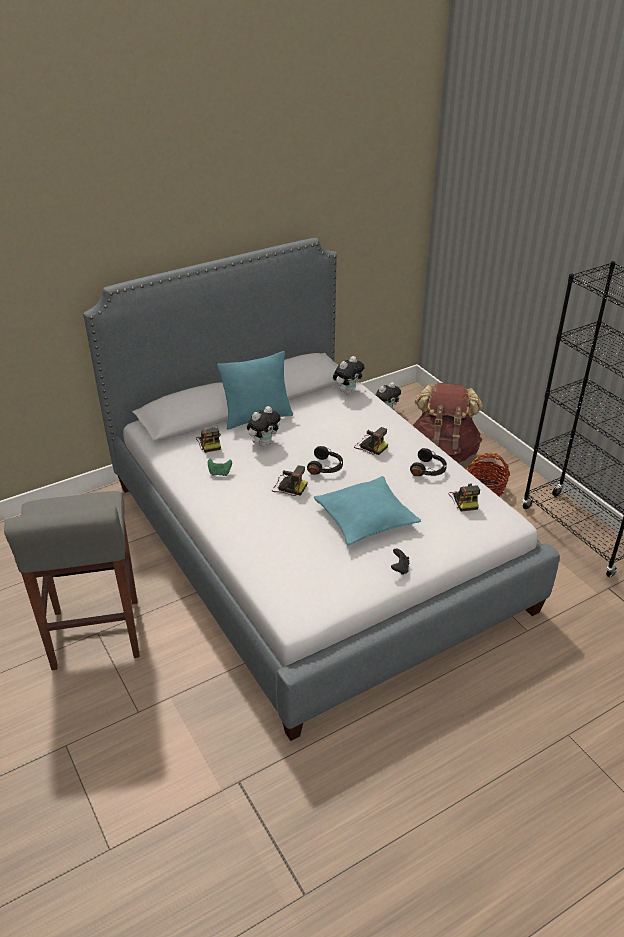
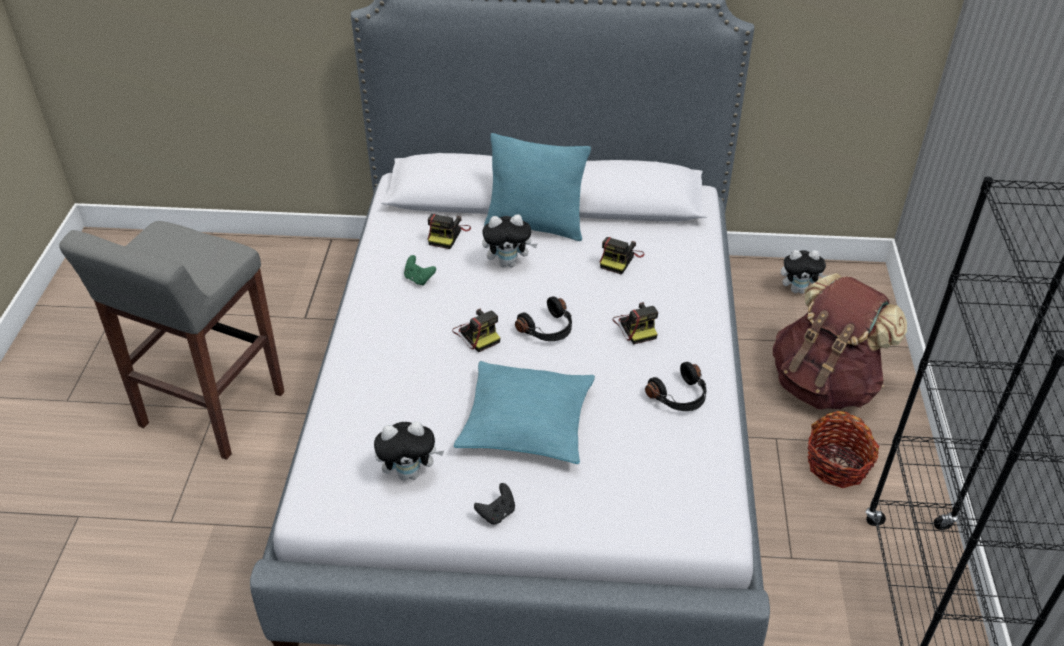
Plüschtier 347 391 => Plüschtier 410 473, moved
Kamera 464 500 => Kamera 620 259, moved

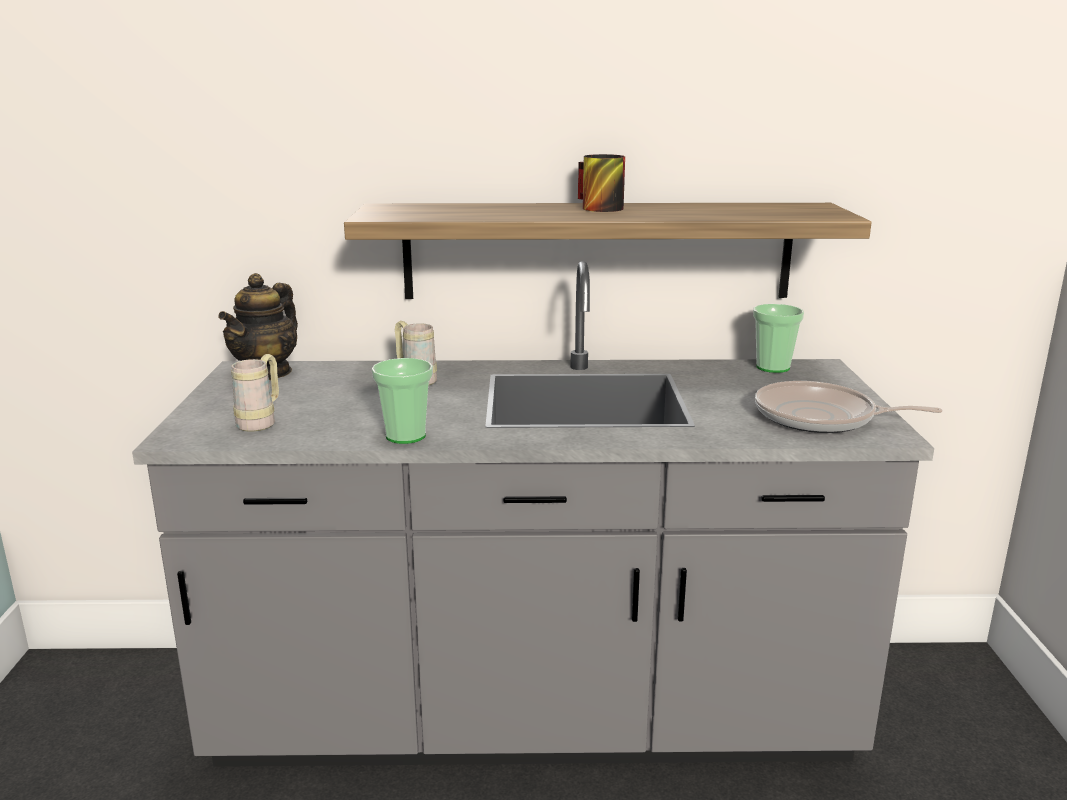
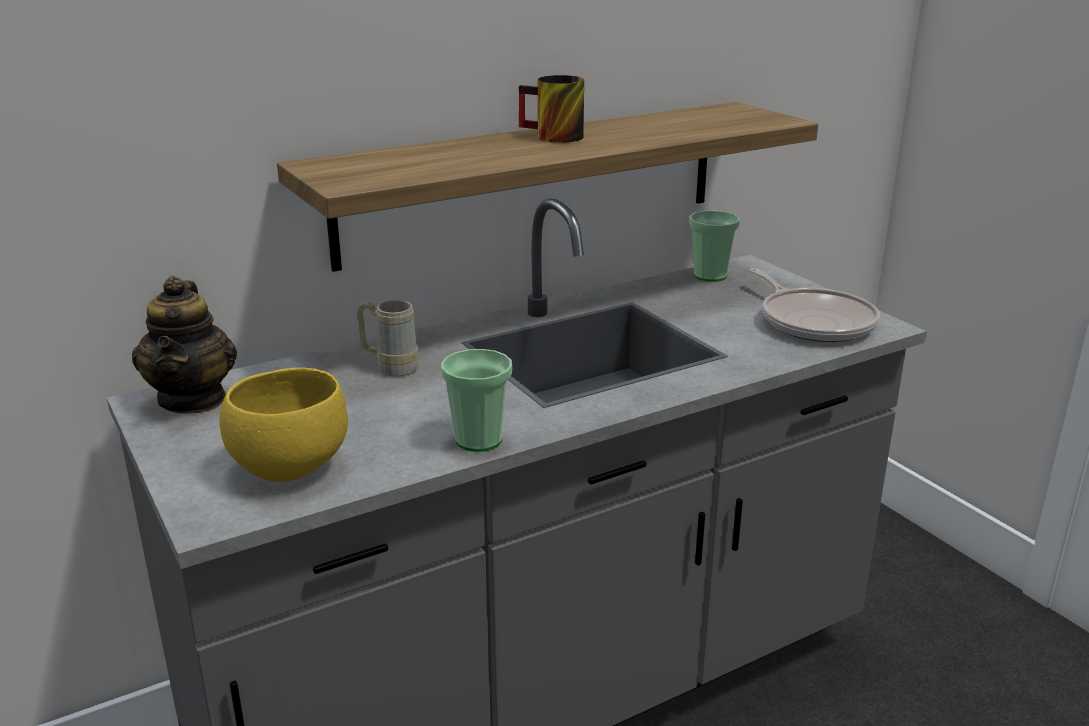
Henkelbecher/beige 261 422 => Schüssel/gelb 288 467
Pfanne 821 418 => Pfanne 814 321, 105 degrees counterclockwise

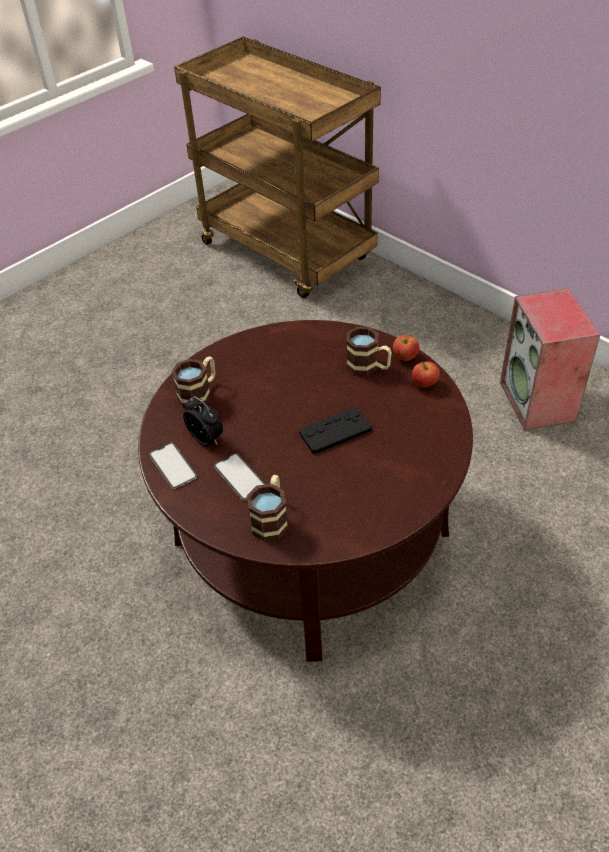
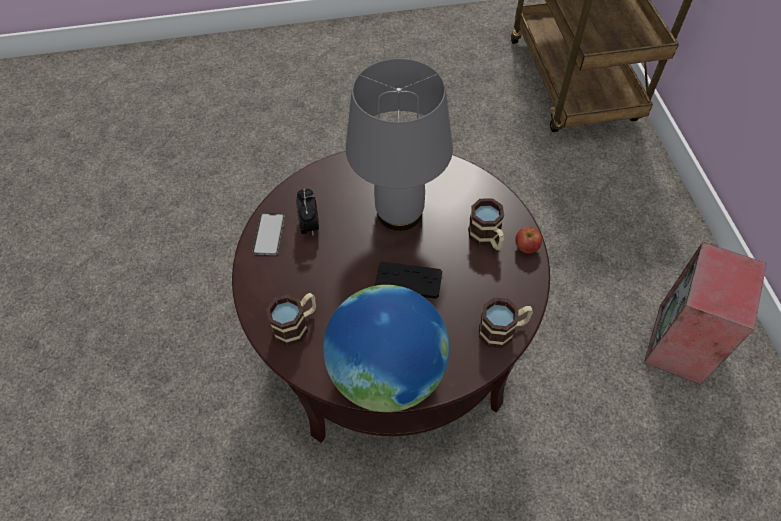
Henkelbecher 199 393 => Henkelbecher 503 330, moved
Handy 240 476 => nothing
Apfel 424 384 => nothing
nothing => Globus 387 374
nothing => Tischlampe/grau 398 212

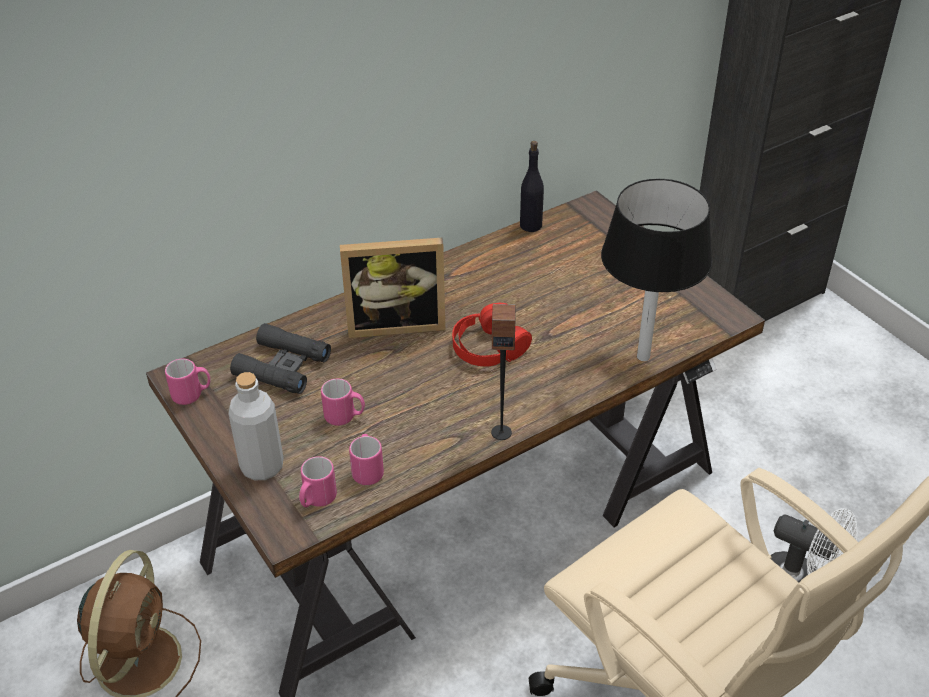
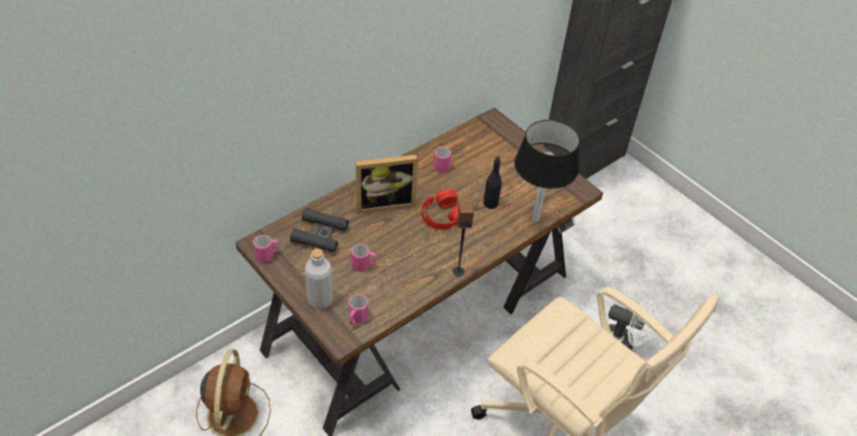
Henkelbecher/rosa 367 470 => Henkelbecher/rosa 440 165, moved
Flasche/schwarz 531 225 => Flasche/schwarz 490 203, moved

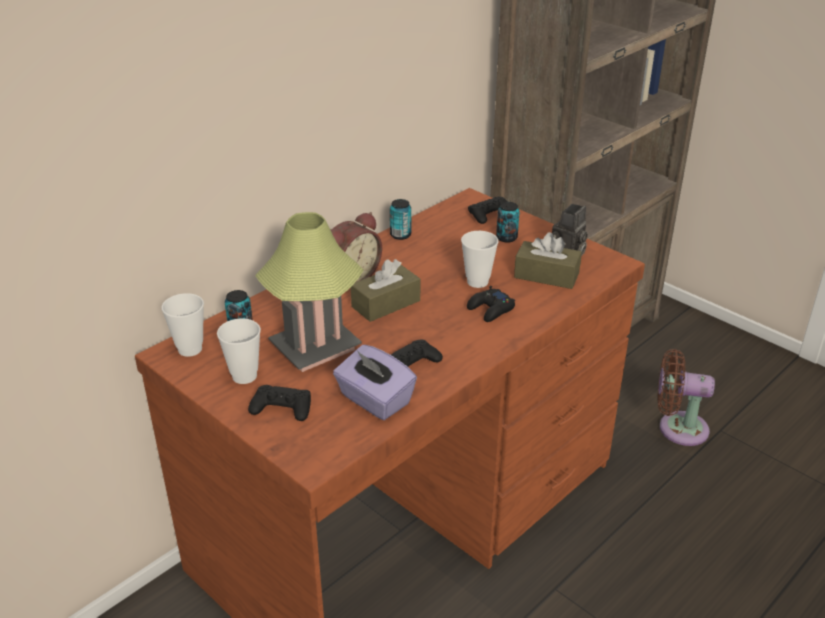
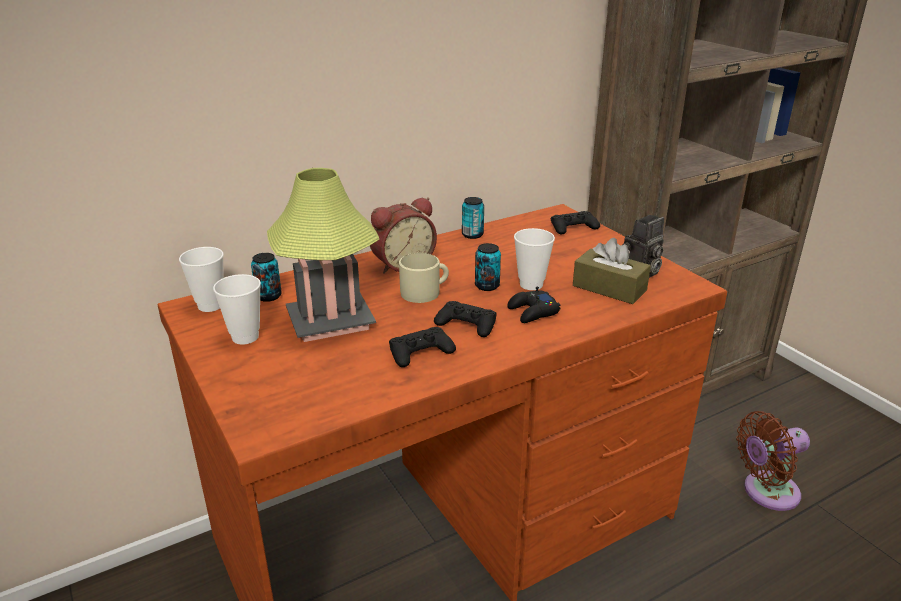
Gamepad/schwarz 282 408 => Gamepad/schwarz 467 324, moved
Taschentuchbox/lila 374 400 => nothing
Taschentuchbox/braun 386 304 => Henkelbecher/beige 425 292
Dose 506 238 => Dose 487 286, moved
Ventilator/braun 677 428 => Ventilator/braun 766 492, 45 degrees counterclockwise

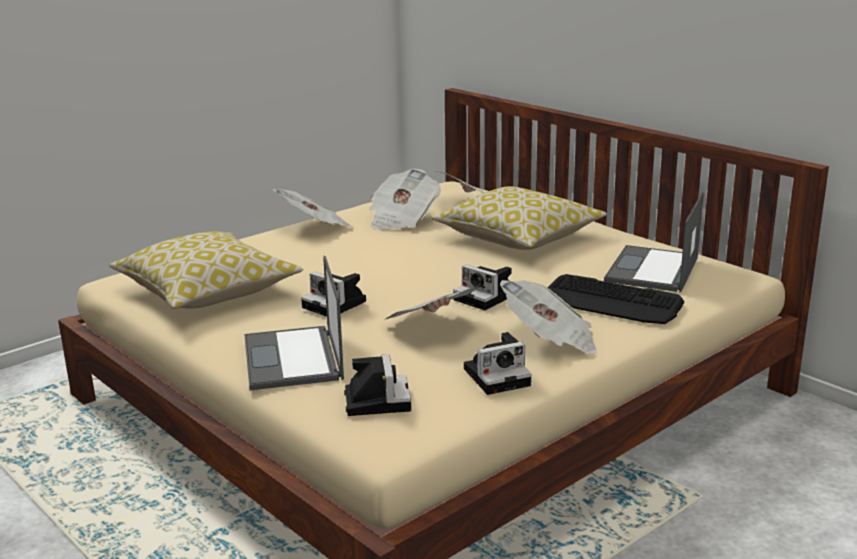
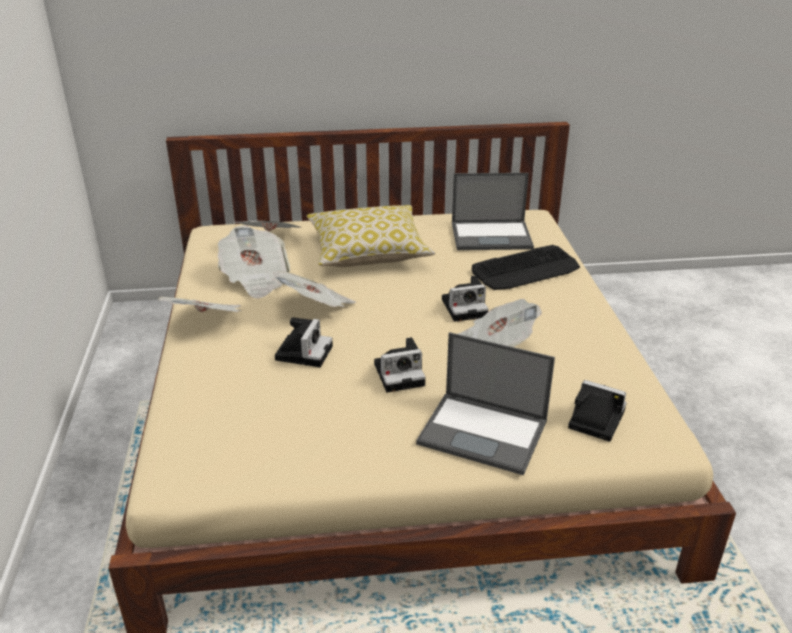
Kissen 207 292 => nothing
Kamera 498 376 => Kamera 304 351, moved
Zeitung 550 341 => Zeitung 316 308, moved
Laptop 652 270 => Laptop 492 236, 60 degrees counterclockwise

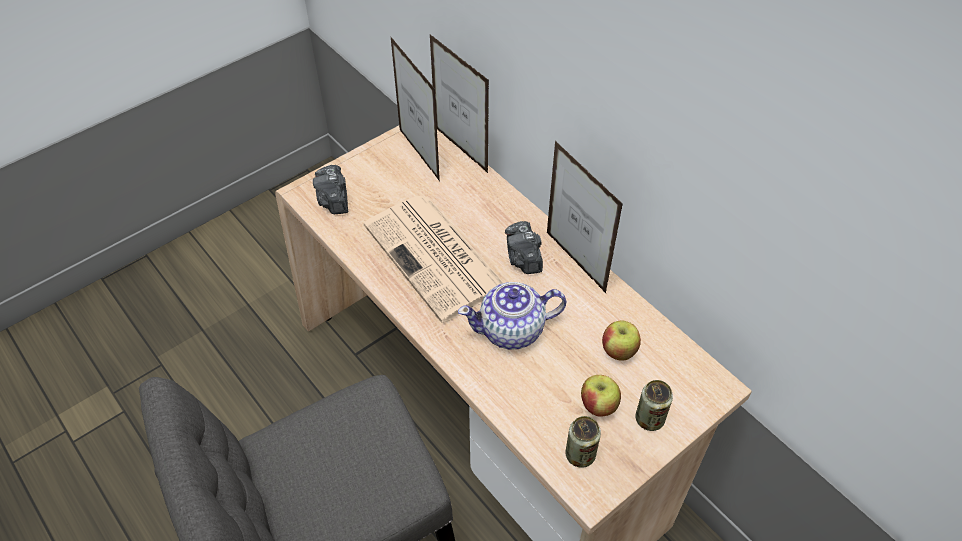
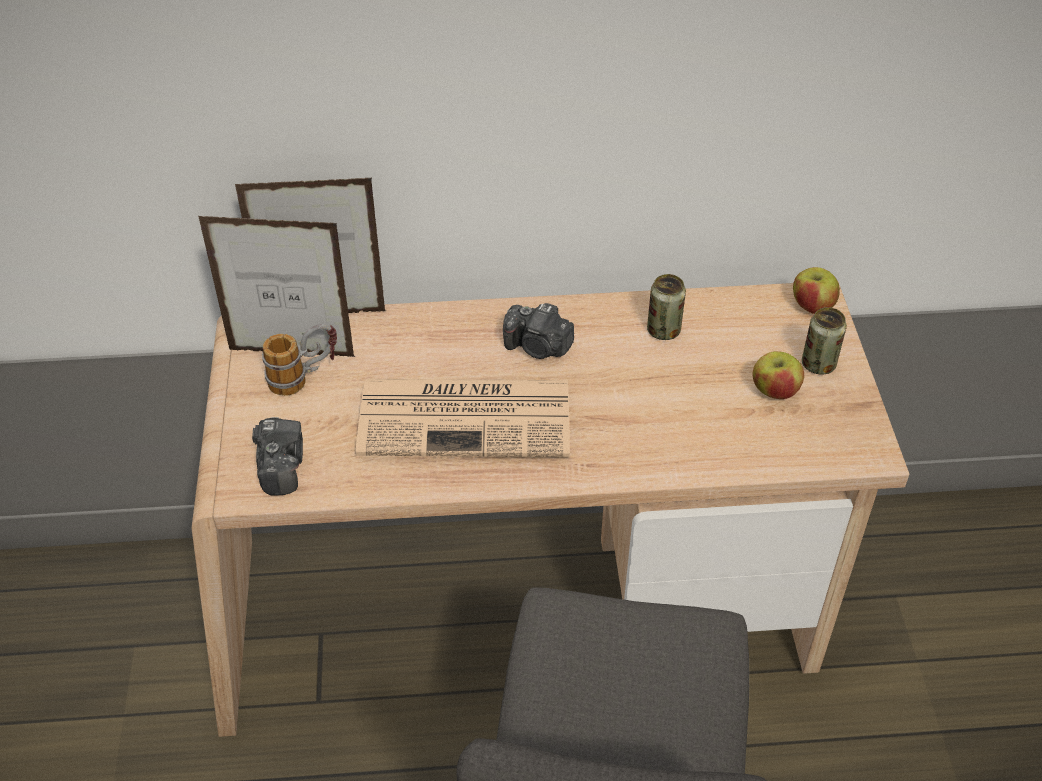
Kamera 334 200 => Kamera 281 466, 120 degrees counterclockwise
Teekanne 512 330 => nothing
Bilderrahmen 575 262 => nothing
Dose 580 455 => Dose 663 330, moved
Apfel 618 350 => Apfel 812 307, moved
nothing => Henkelbecher 304 378

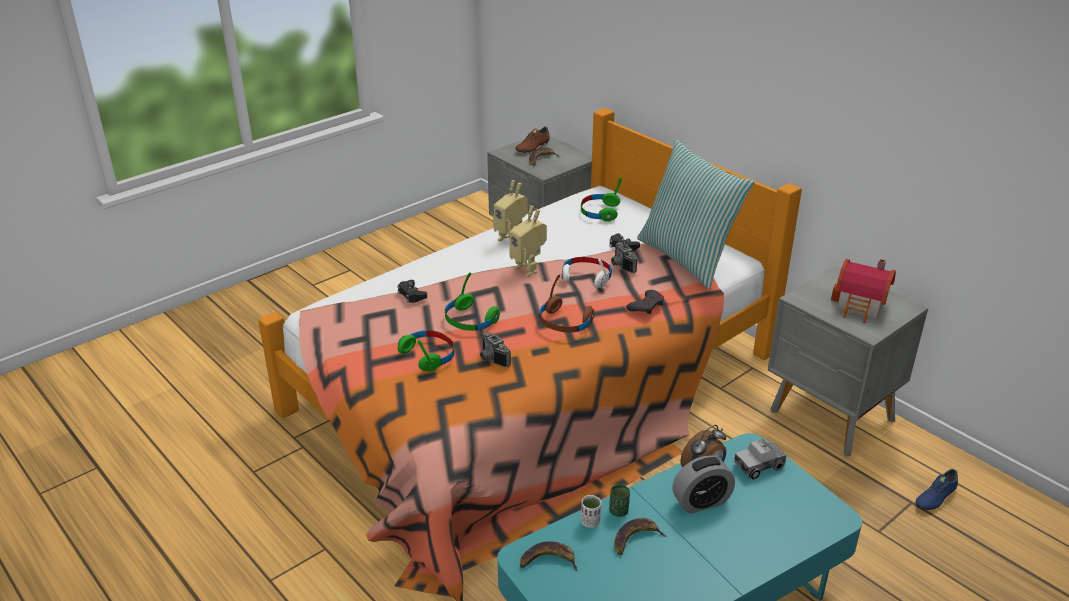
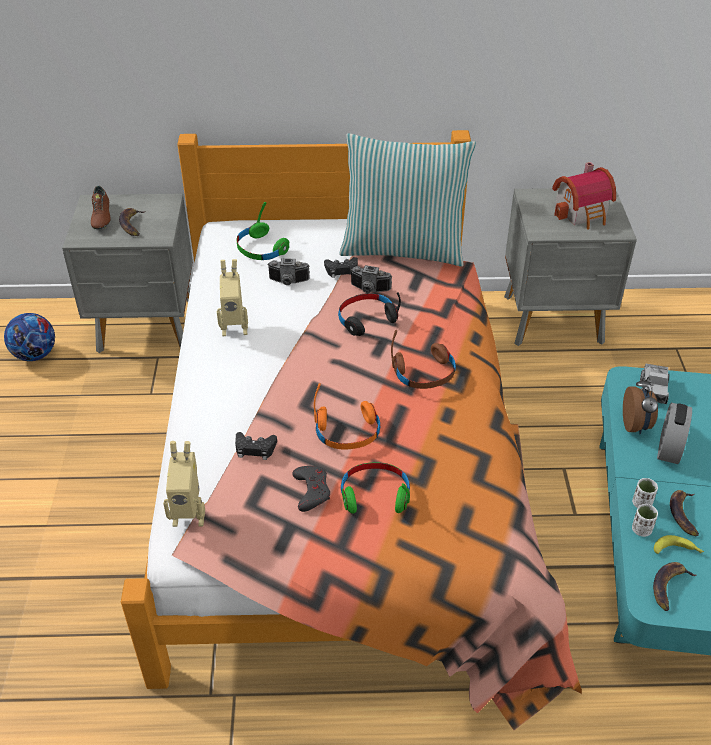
Kopfhörer/grün 470 320 => Kopfhörer/orange 347 432
Kamera 491 359 => Kamera 288 282, moved
Spielzeugroboter 528 269 => Spielzeugroboter 189 514, moved
Kopfhörer/weiß 586 277 => Kopfhörer/schwarz 366 319
Tasse/grün 618 511 => Tasse/weiß 641 503
Gamepad/grau 646 306 => Gamepad/grau 311 490, moved
Schuh/blau 935 498 => nothing
nothing => Fußball 35 355
nothing => Banane 677 550

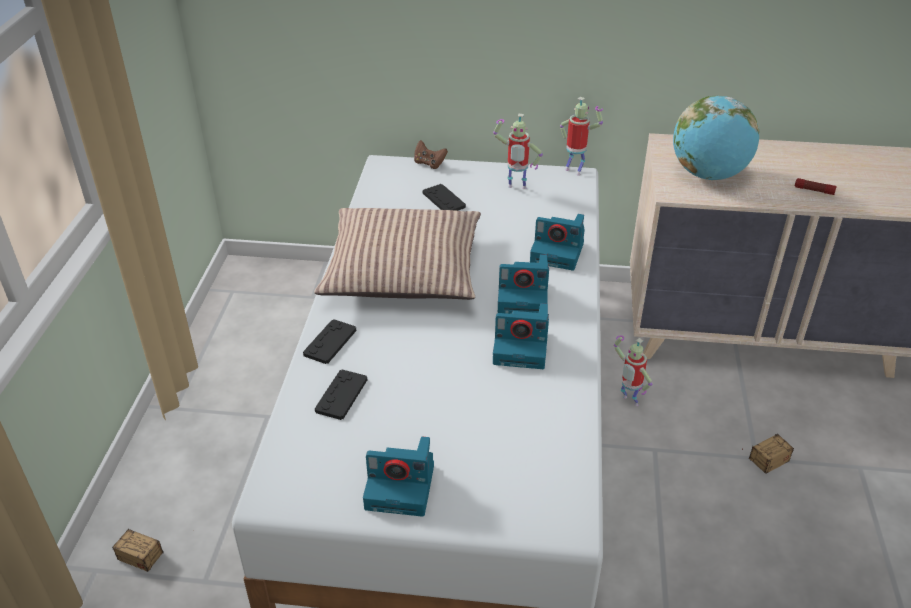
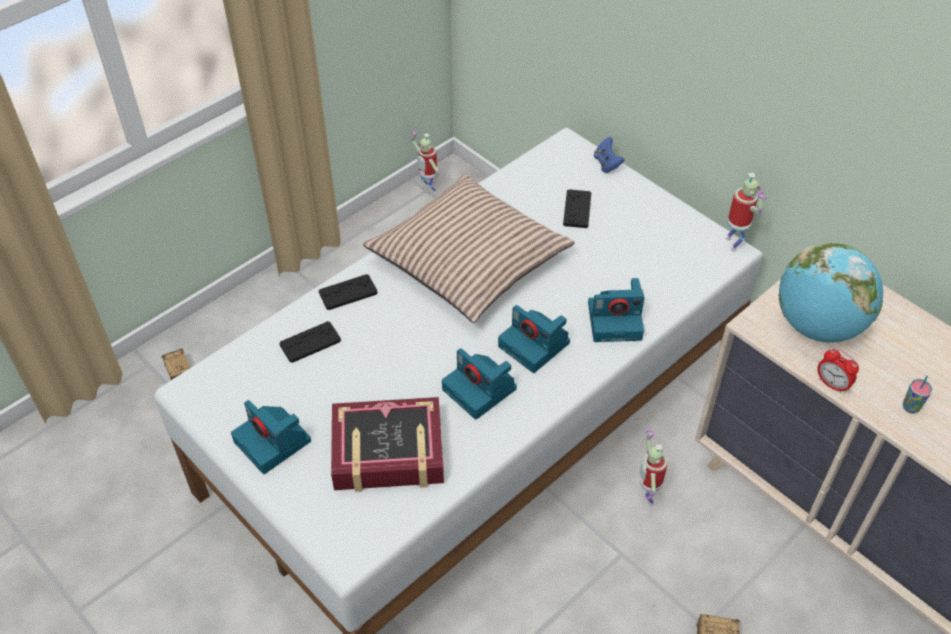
Gamepad/braun 429 163 => Gamepad/blau 607 164
Spielzeugroboter 516 188 => Spielzeugroboter 428 190, moved
Kamera 558 252 => Kamera 616 320, 60 degrees counterclockwise
Taschenlampe 814 190 => Tasse 910 407
nothing => Buch 388 452
nothing => Wecker 832 384

